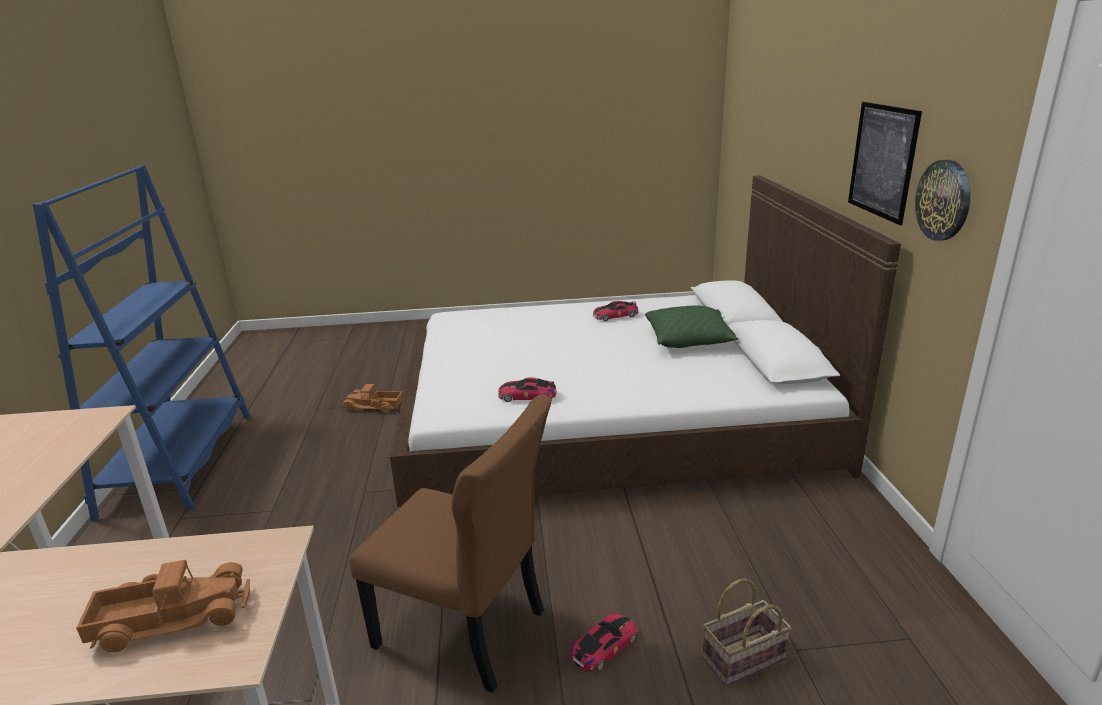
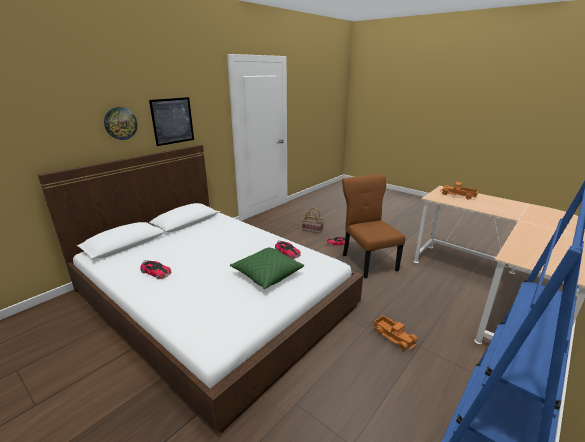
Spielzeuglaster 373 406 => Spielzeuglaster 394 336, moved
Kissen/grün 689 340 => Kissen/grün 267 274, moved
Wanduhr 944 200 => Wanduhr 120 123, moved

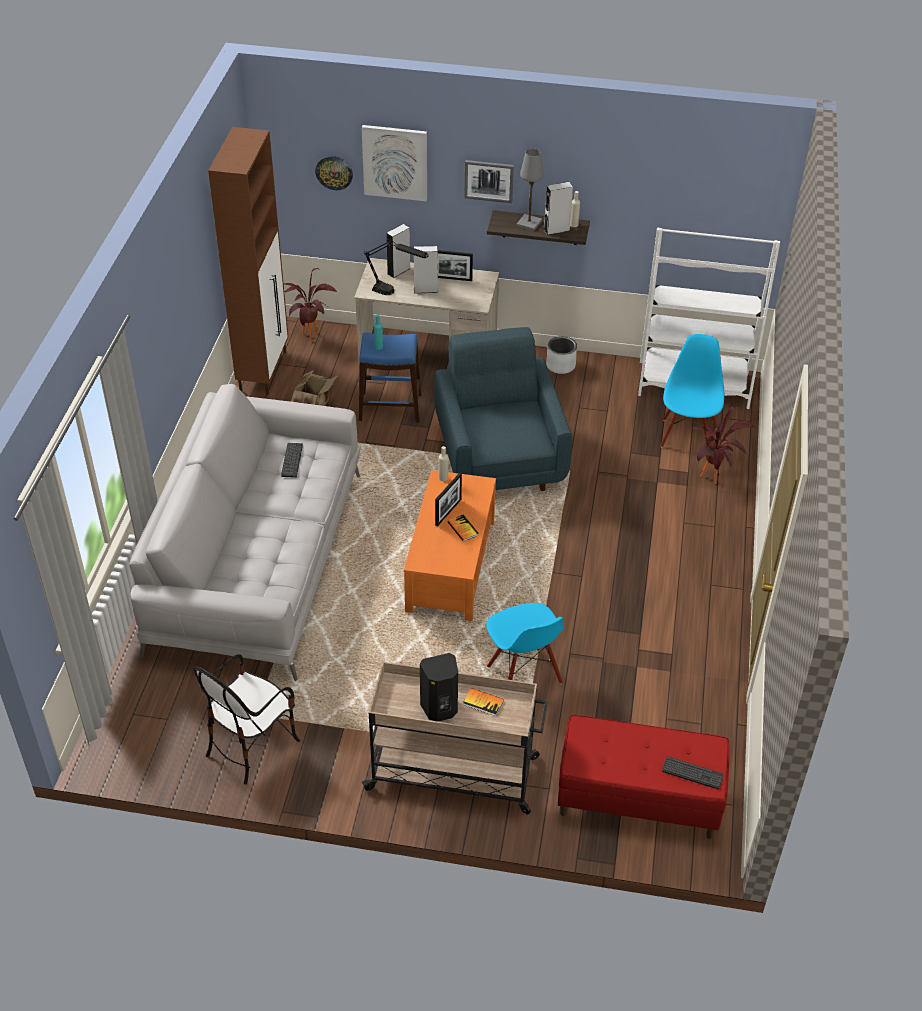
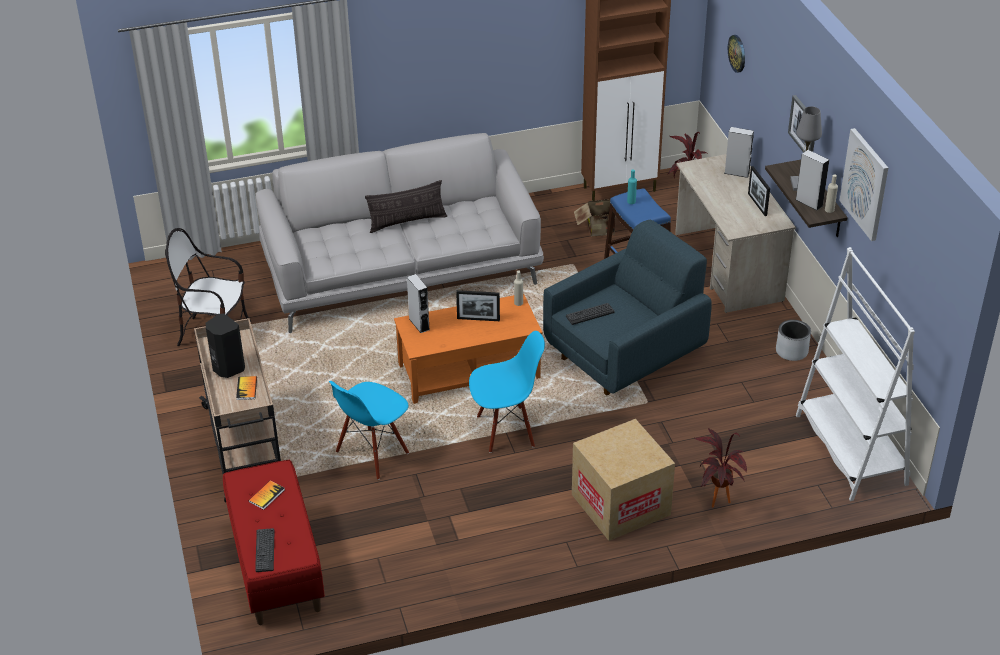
Tastatur 292 460 => Tastatur 590 314, moved
Bild 395 162 => Bild 865 184, moved
Tischlampe/schwarz 396 294 => nothing
Lautsprecher/grau 425 290 => Lautsprecher/grau 419 324, moved
Buch 463 528 => Buch 266 495, moved
Stuhl/blau 687 436 => Stuhl/blau 506 430, moved
nothing => Kissen 407 221
nothing => Karton 620 504

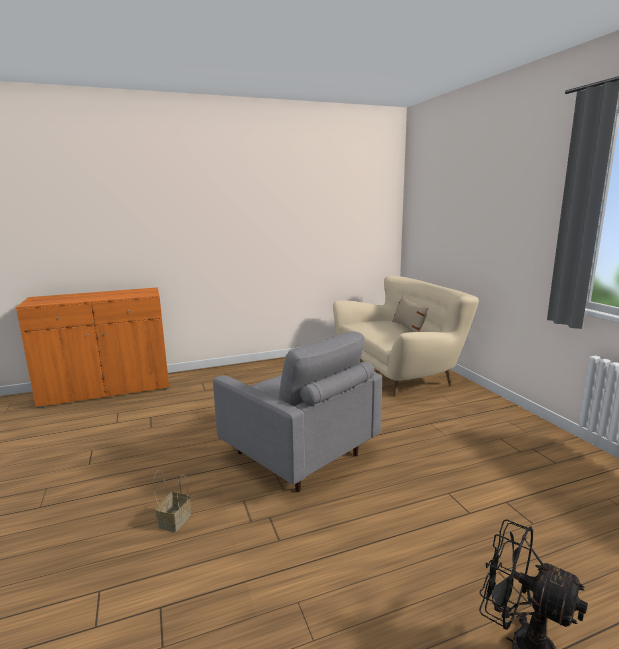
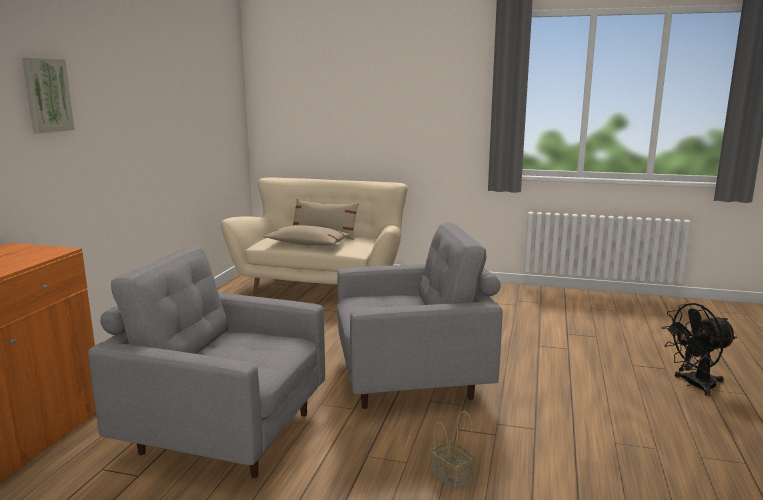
nothing => Bild 46 95
nothing => Sessel/grau 223 431
nothing => Kissen/beige 307 244

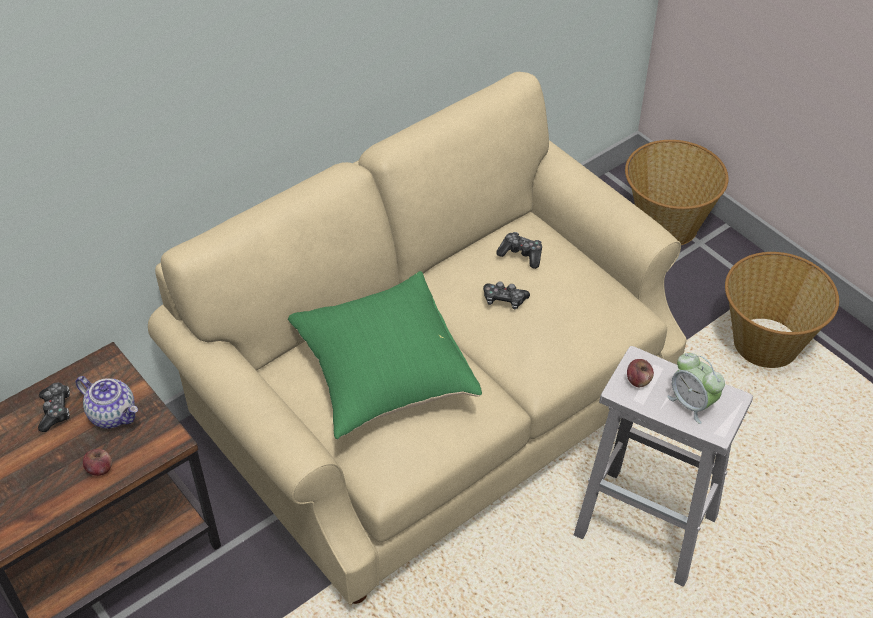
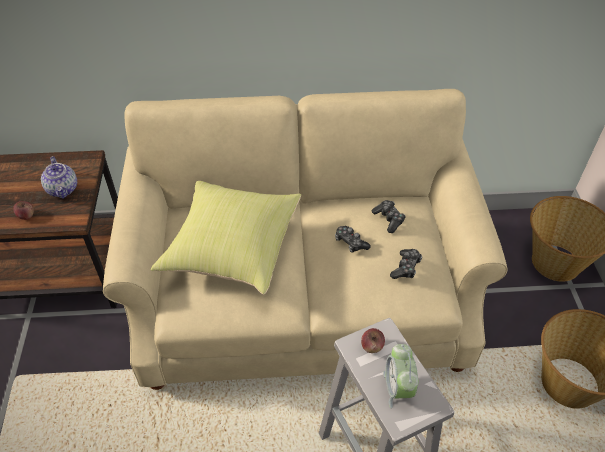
Gamepad 55 411 => Gamepad 406 268, moved
Kissen/grün 382 373 => Kissen/gelb 232 247

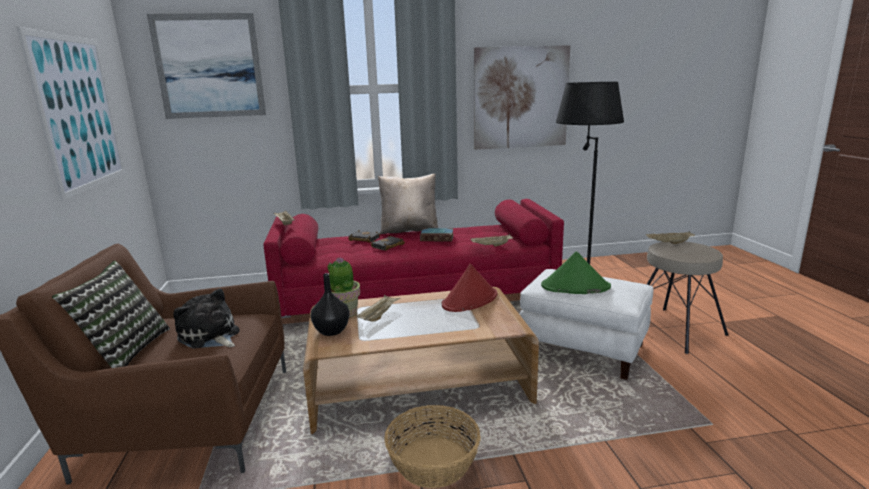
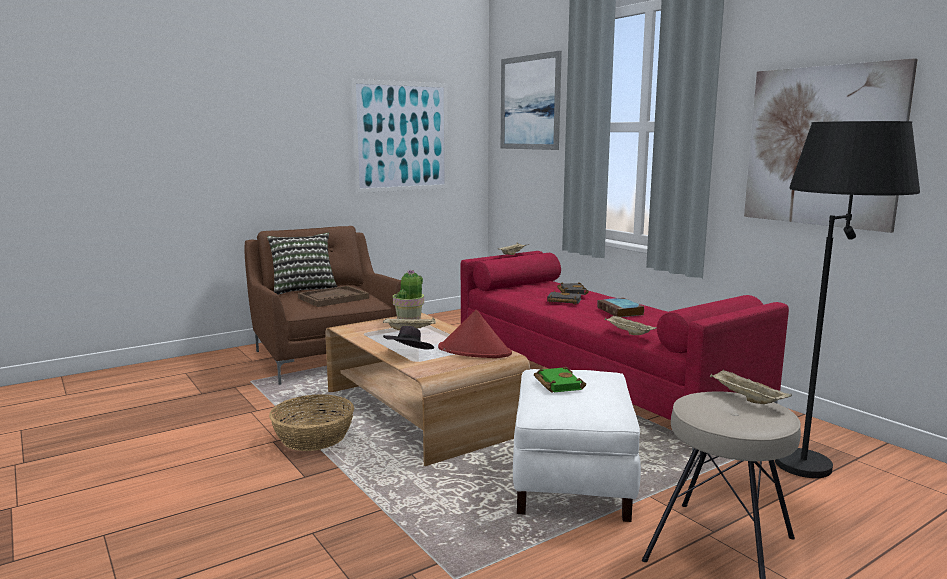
Plüschtier 210 336 => Tablett/braun 333 298
Vase/schwarz 331 331 => nothing
Kissen/beige 409 230 => nothing
Hut/grün 575 287 => Buch/grün 556 384
nothing => Hut/schwarz 409 355

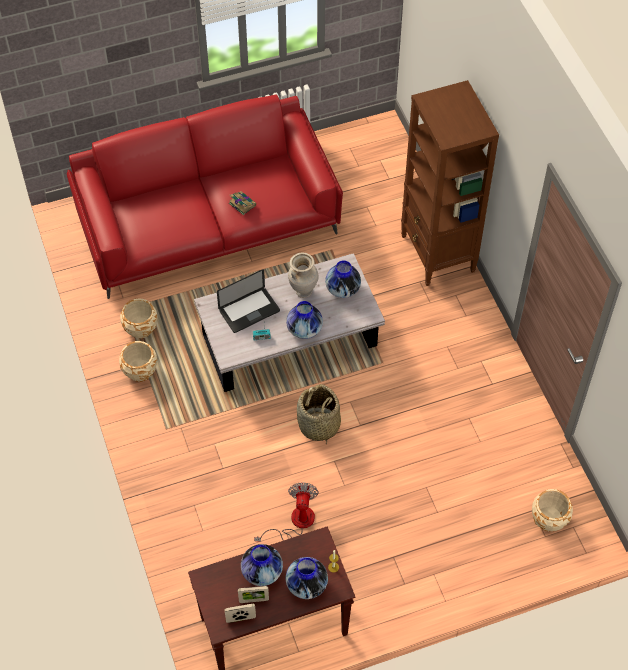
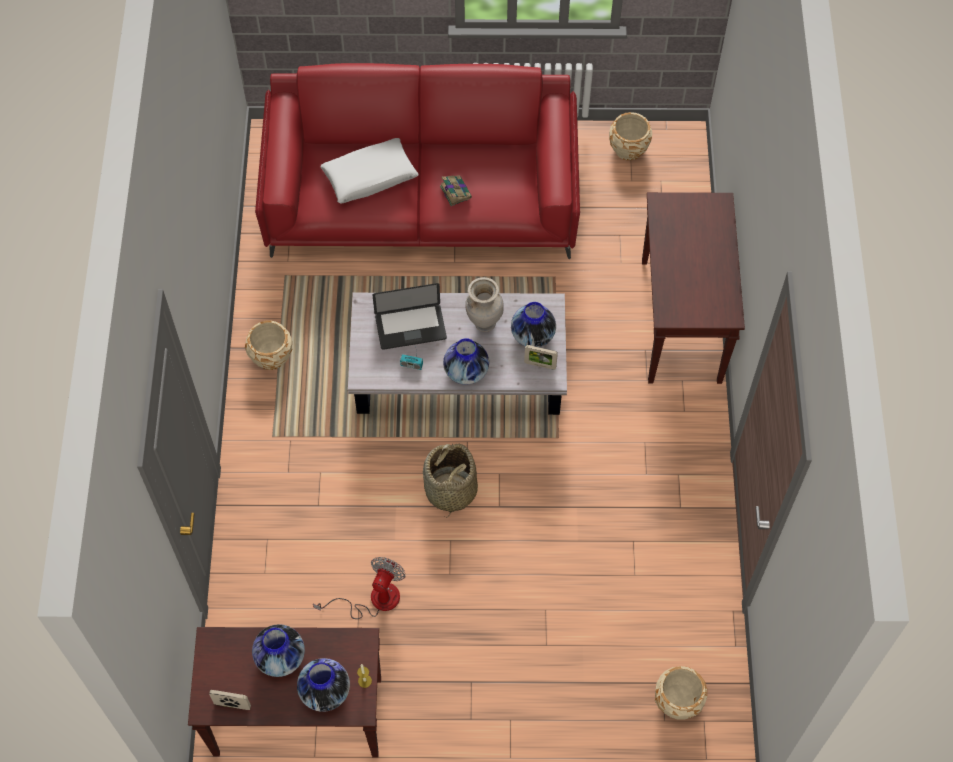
Pflanzkübel/beige 140 328 => Pflanzkübel/beige 628 148, moved
Bilderrahmen 254 600 => Bilderrahmen 540 365, moved
Bücherregal/braun 437 254 => Konsolentisch/braun 681 322
nothing => Kissen/weiß 370 177

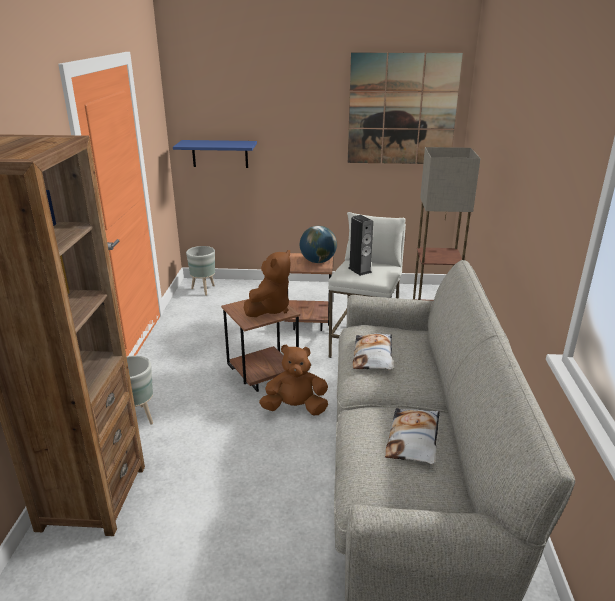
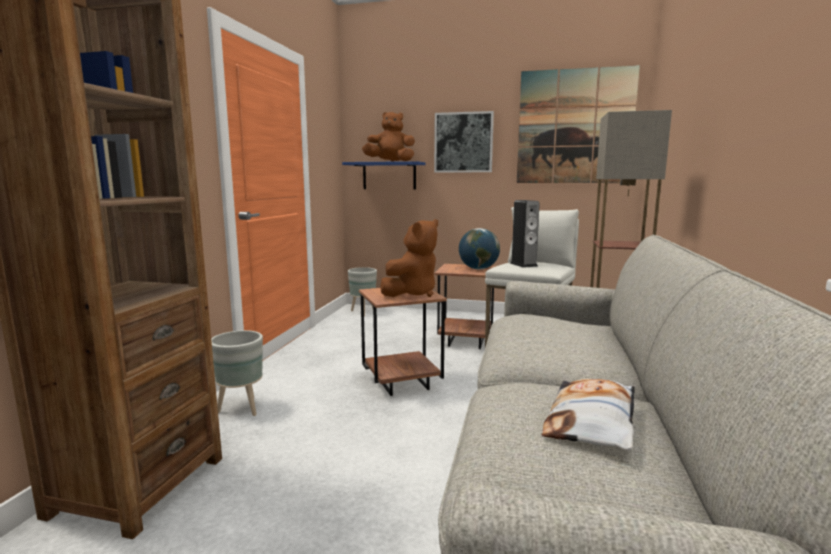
Plüschtier/braun 295 408 => Plüschtier/braun 390 161, moved
Kissen 373 356 => nothing
nothing => Bild 463 142

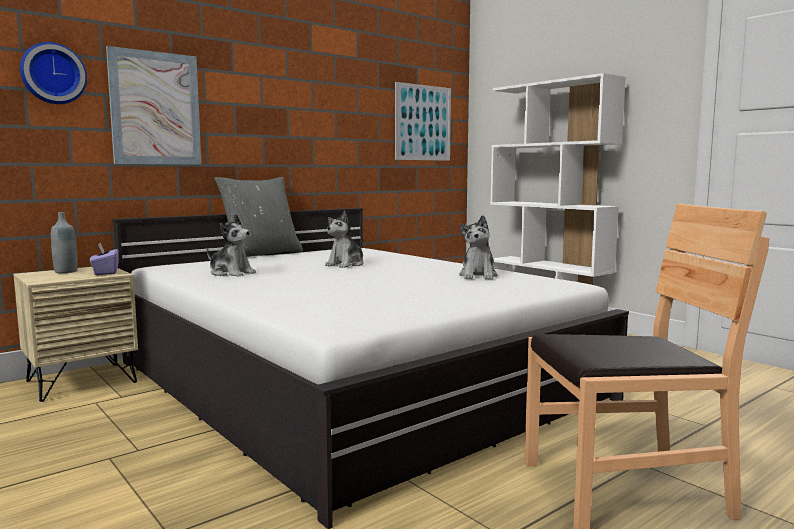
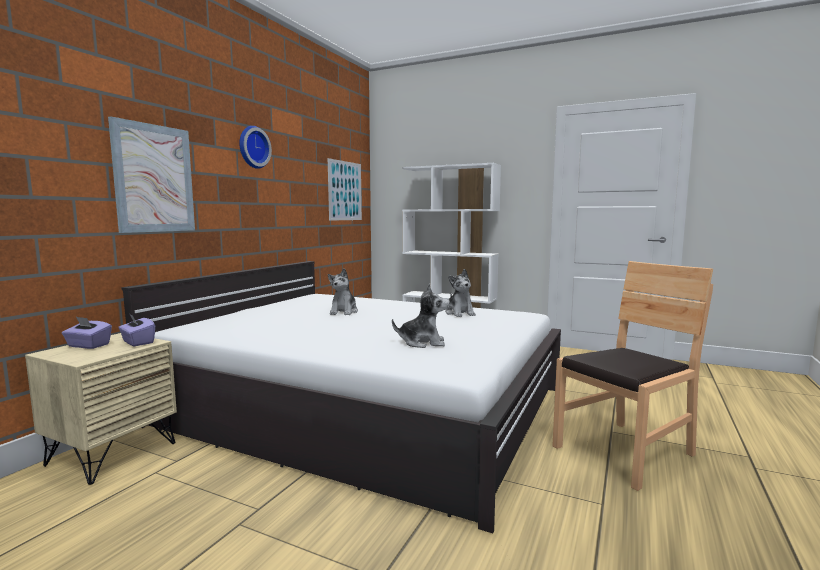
Wanduhr 53 74 => Wanduhr 252 147, moved
Flasche/grau 66 271 => Taschentuchbox/lila 88 345
Plüschtier 231 273 => Plüschtier 422 343, moved
Kissen/grau 262 254 => nothing

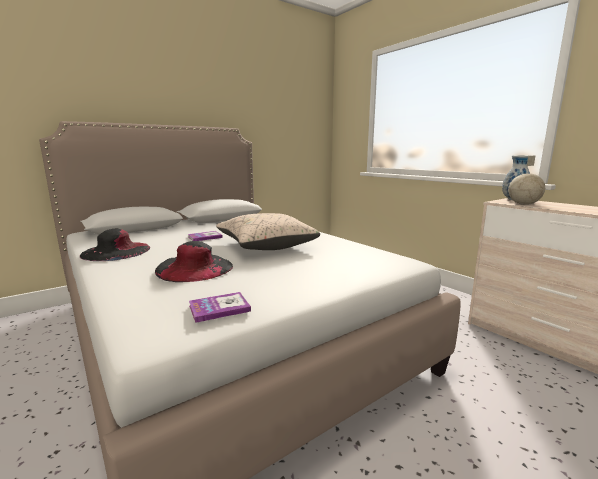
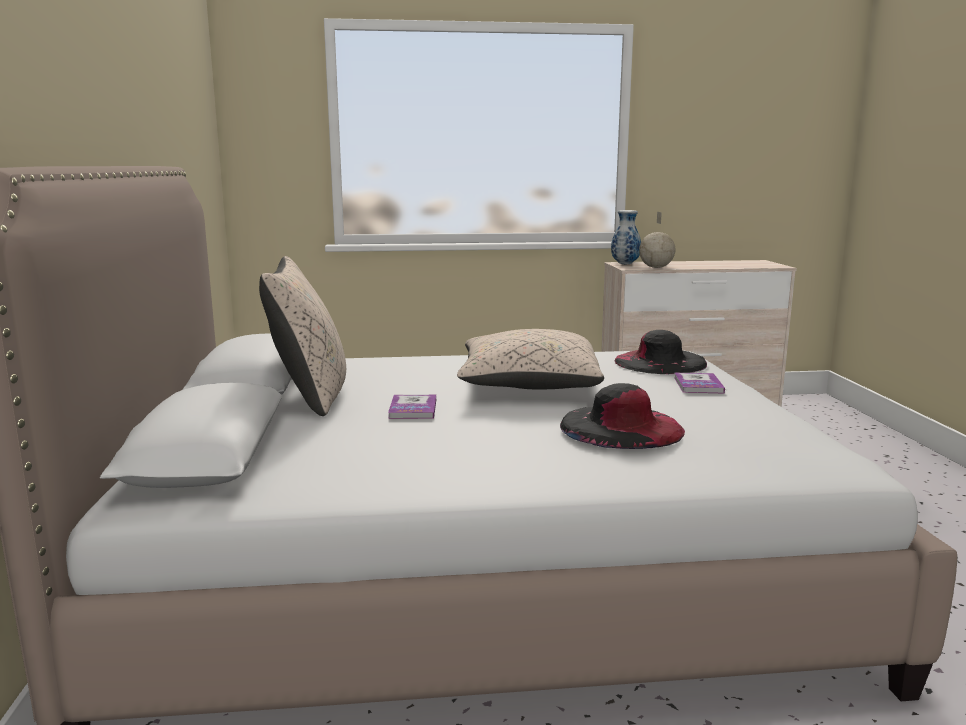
Hut/schwarz 116 251 => Hut/schwarz 660 362, moved
Buch 219 308 => Buch 698 385, moved
nothing => Kissen/beige 310 396

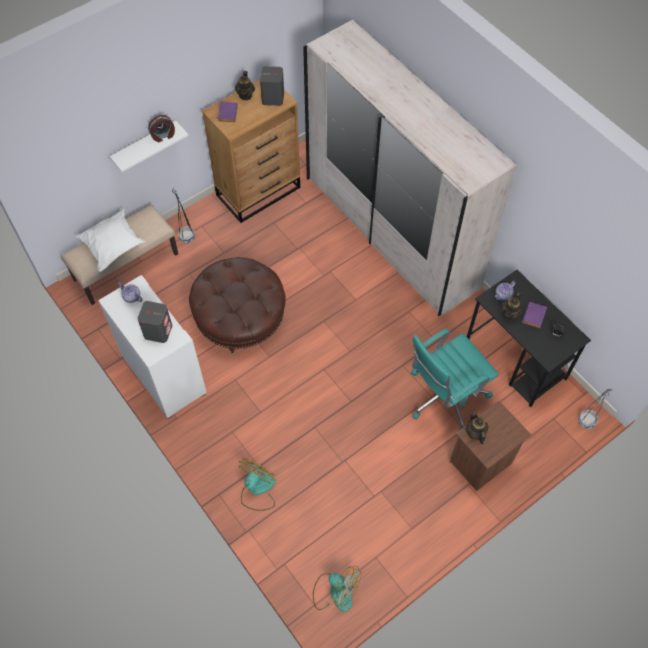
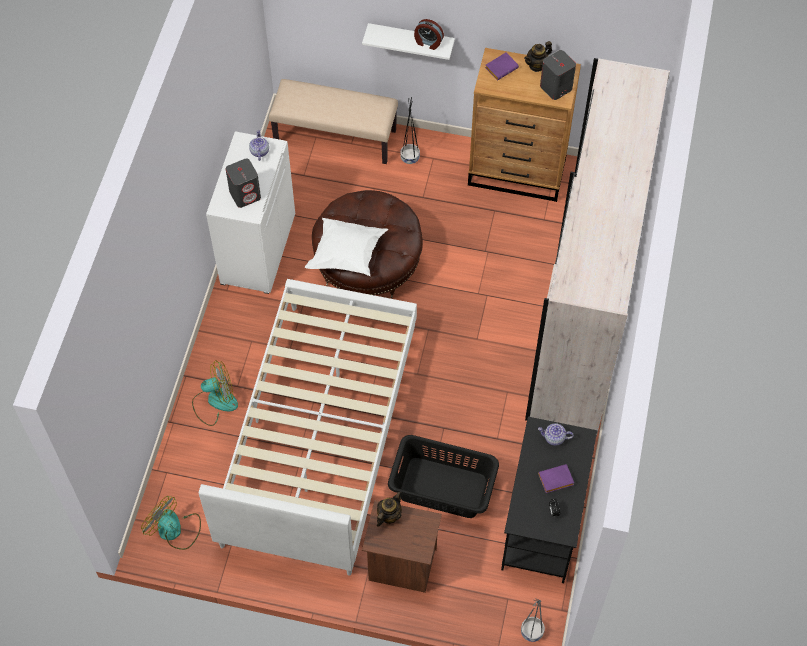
Kissen/weiß 114 246 => Kissen/weiß 347 255, moved
Ventilator 335 591 => Ventilator 175 530, 135 degrees clockwise
Bürostuhl/türkis 444 397 => Wäschekorb/schwarz 442 487
Teekanne 509 314 => nothing
nothing => Bett/weiß 319 434

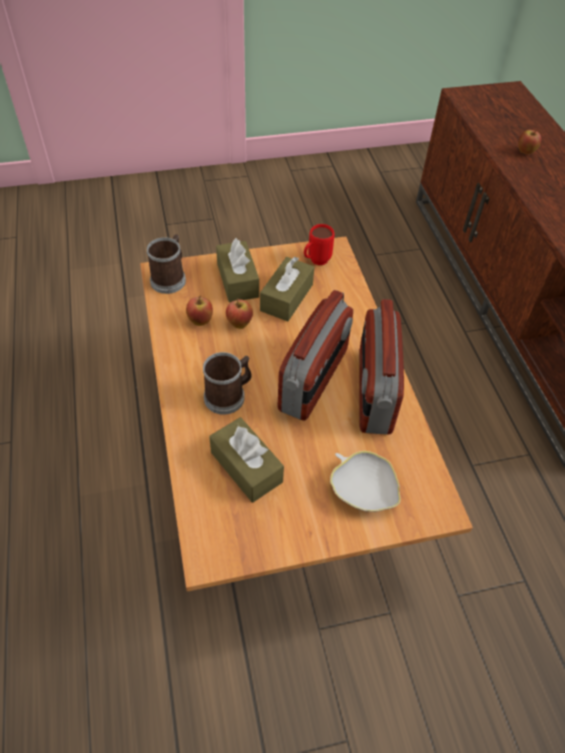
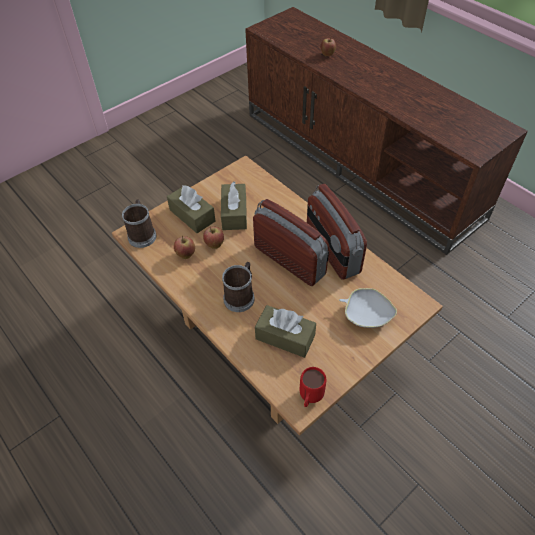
Radio 314 380 => Radio 290 260, 45 degrees counterclockwise
Henkelbecher/rot 315 262 => Henkelbecher/rot 309 399, moved

